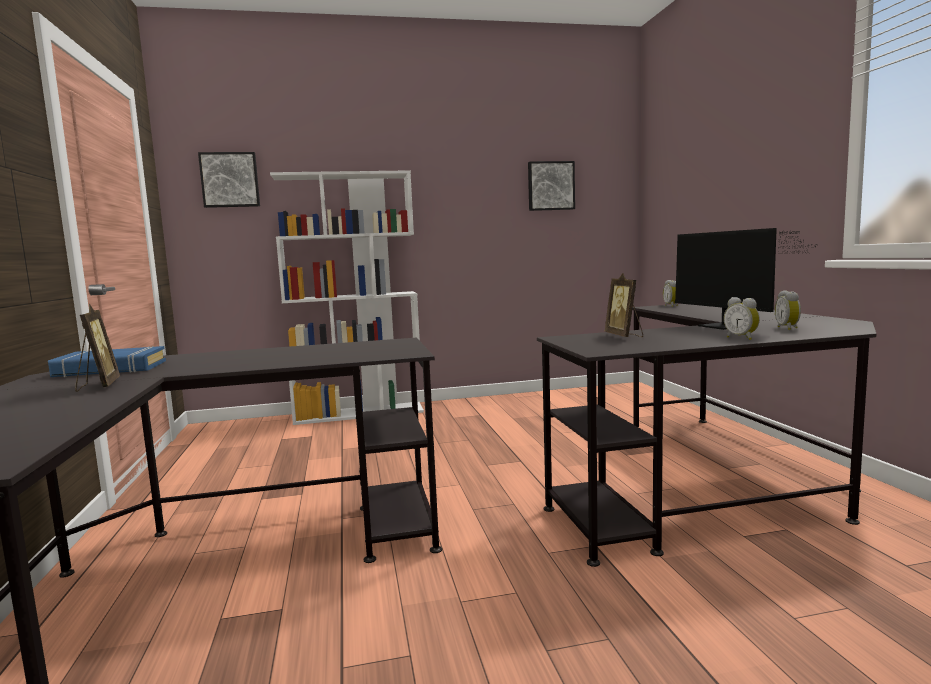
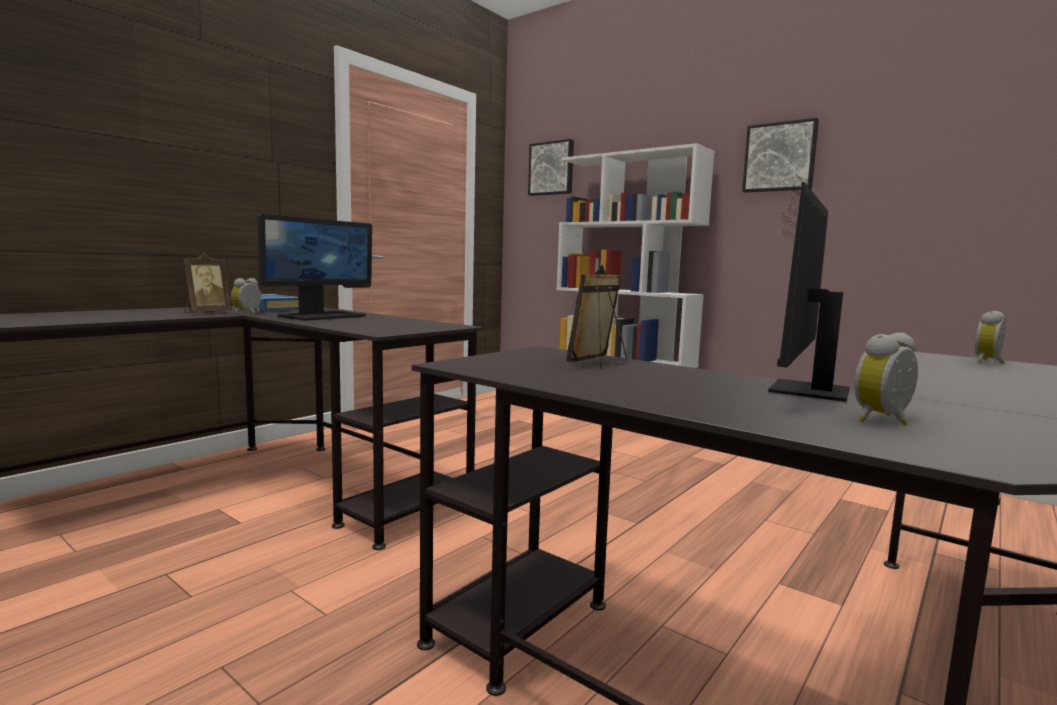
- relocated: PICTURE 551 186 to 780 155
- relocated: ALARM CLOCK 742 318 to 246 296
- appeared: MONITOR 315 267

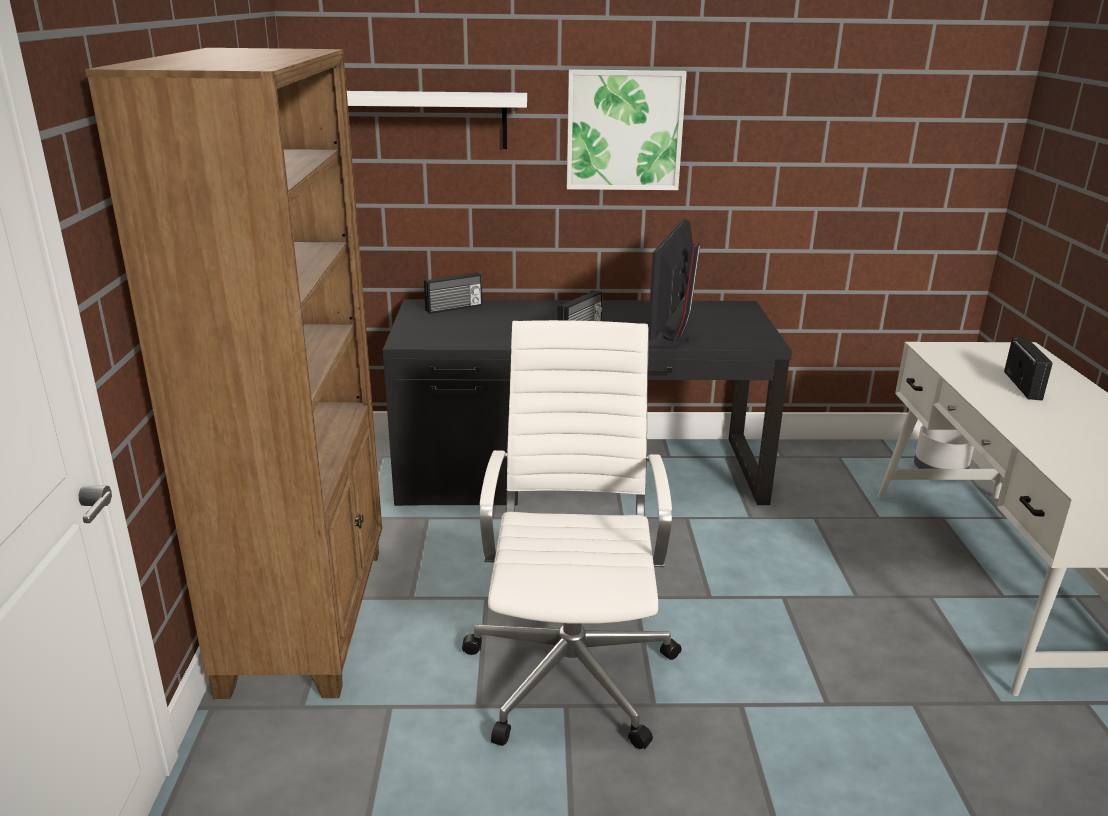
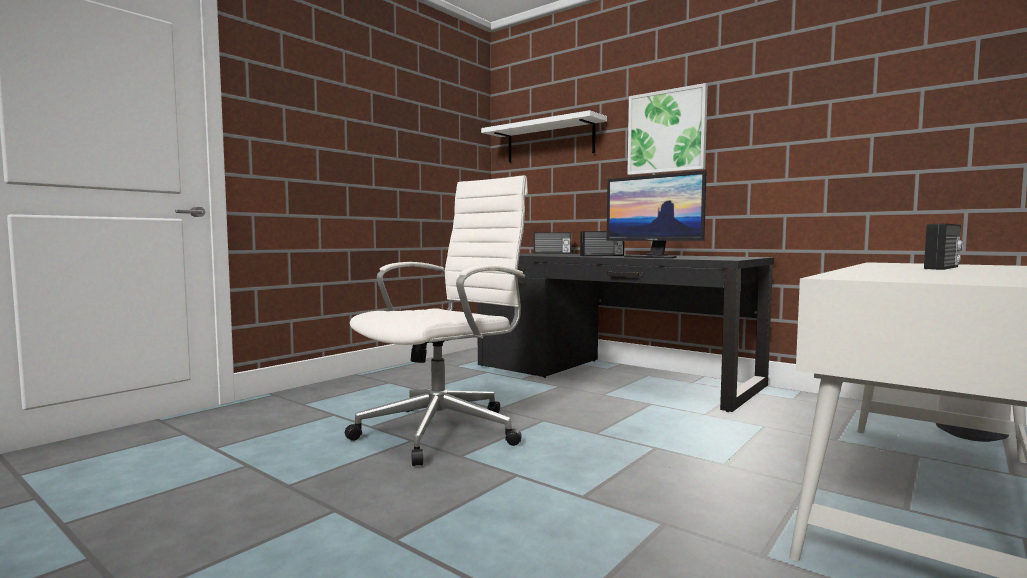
- missing: BROWN BOOKCASE 233 373
- spun: MONITOR 674 284 = 657 215 105 degrees counterclockwise

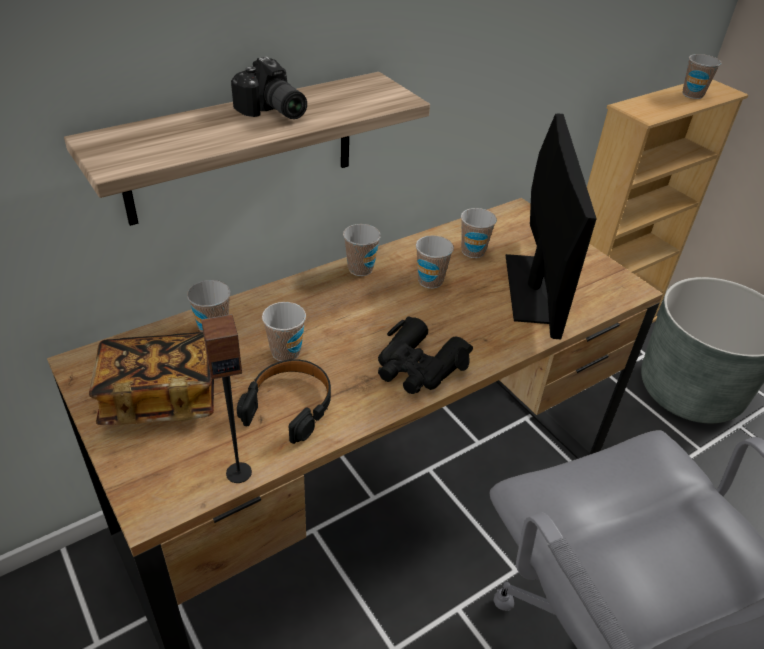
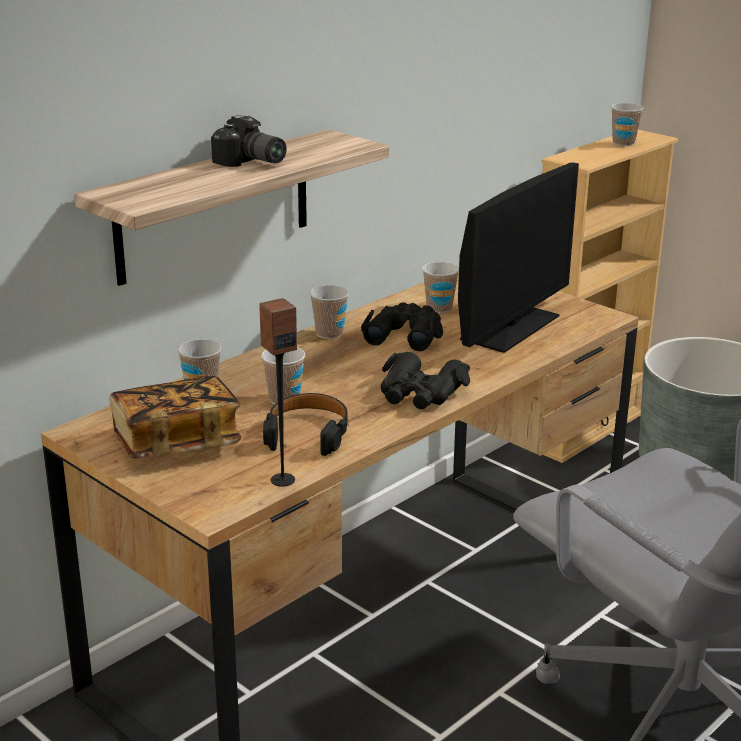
- spun: MONITOR 551 226 = 518 257 45 degrees clockwise
- exchanged: CUP 435 262 to BLACK BINOCULARS 402 326

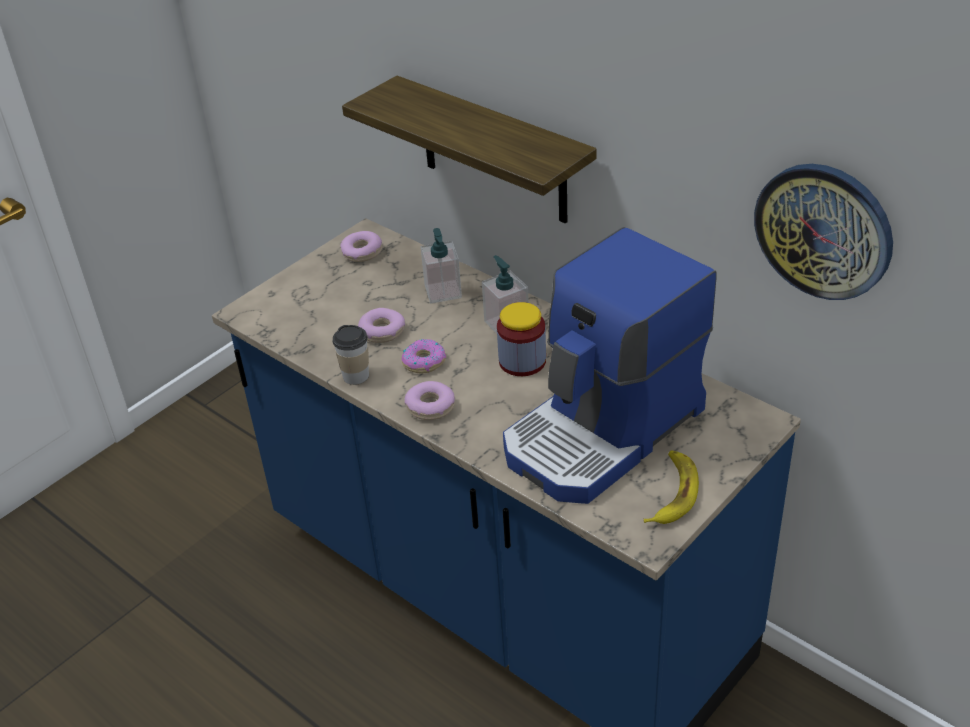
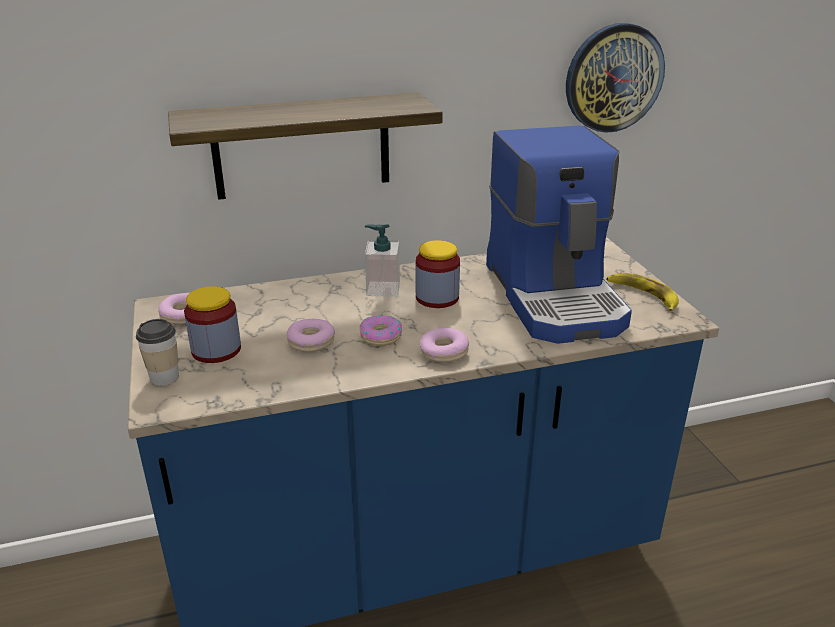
- missing: SOAP DISPENSER 441 265
- relocated: CUP 351 355 to 157 352
- appeared: JAR 212 324

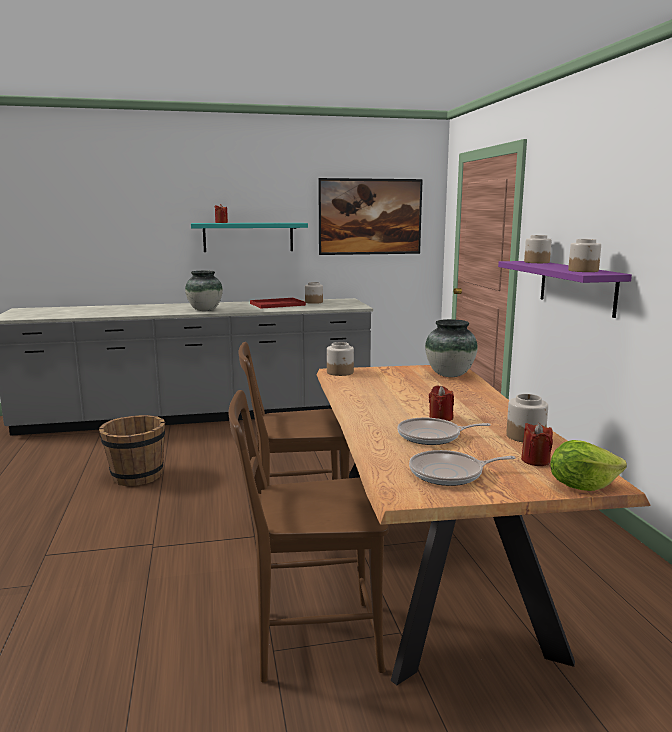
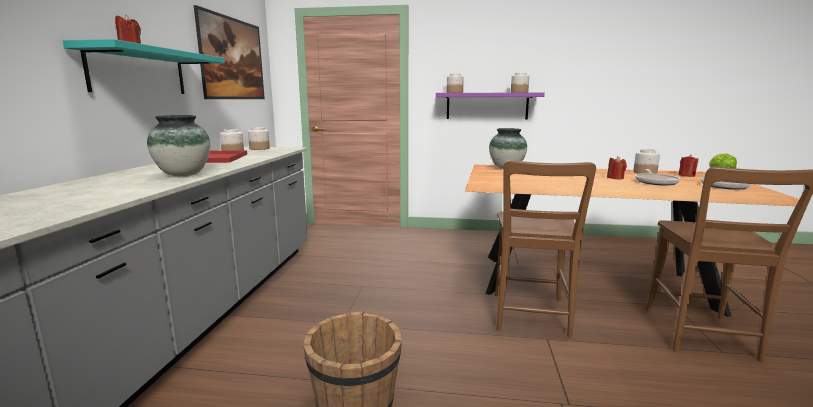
- relocated: JAR 340 359 to 259 138

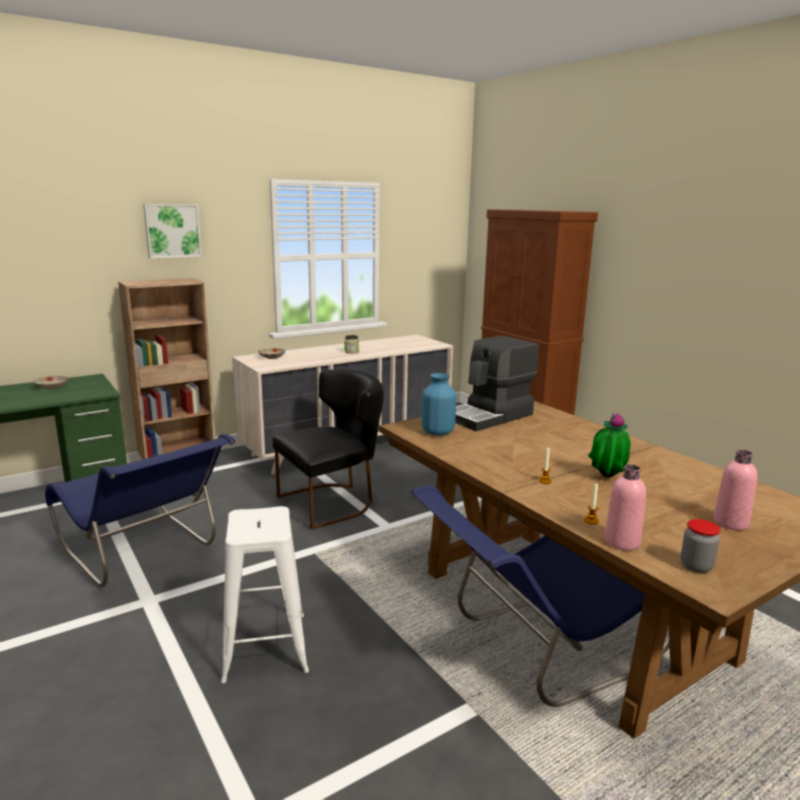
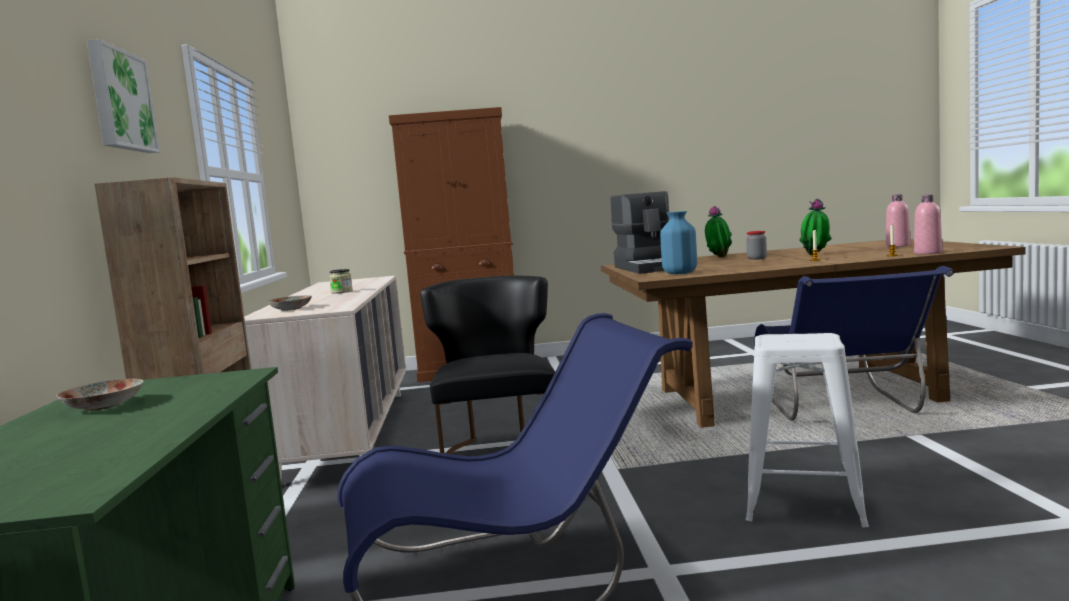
- relocated: JAR 700 546 to 756 245
- appeared: POTTED PLANT 718 231

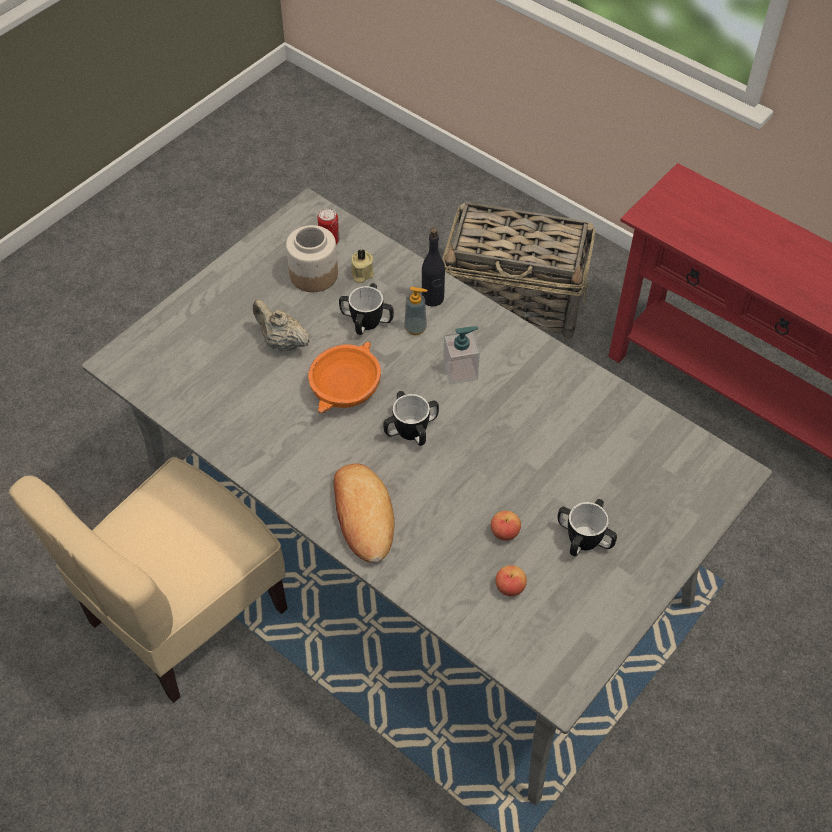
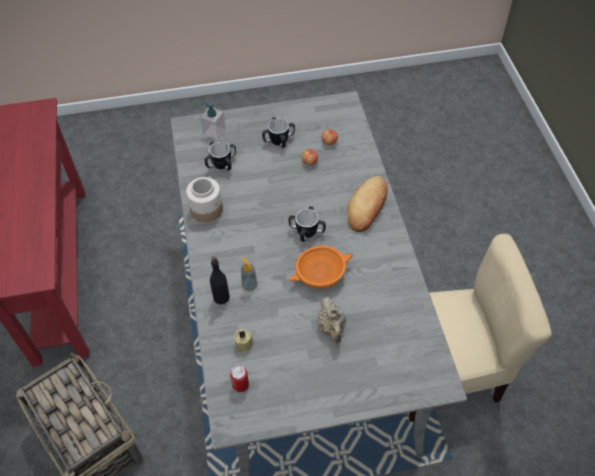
- relocated: JAR 312 258 to 204 199
- relocated: MUG 366 309 to 220 156
- relocated: SOAP DISPENSER 461 355 to 213 120

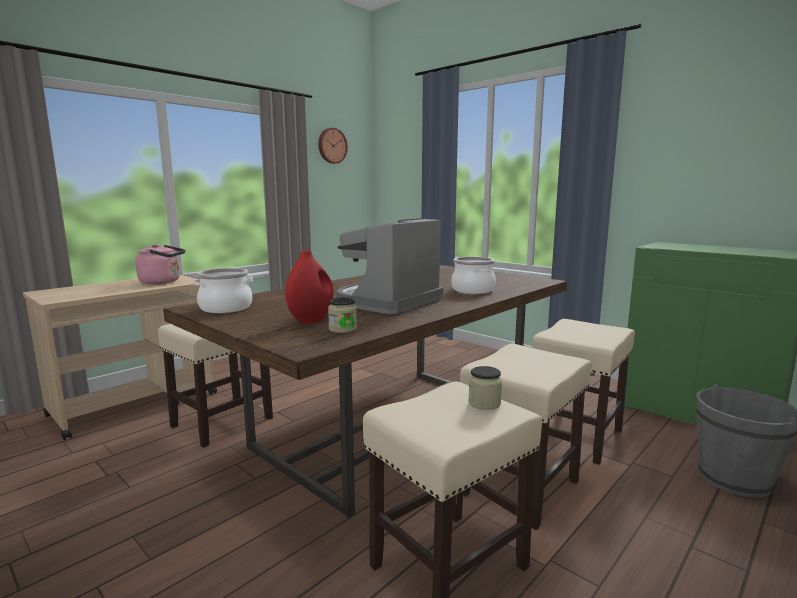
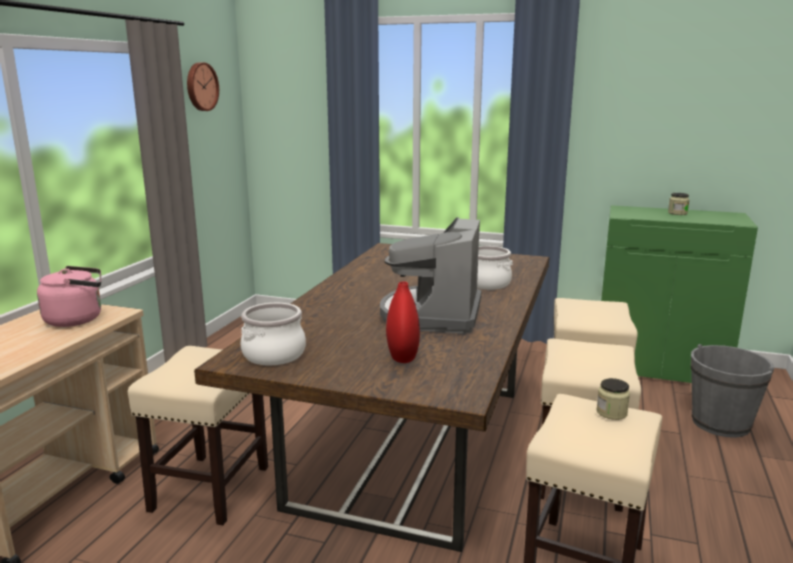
- relocated: JAR 342 315 to 679 204

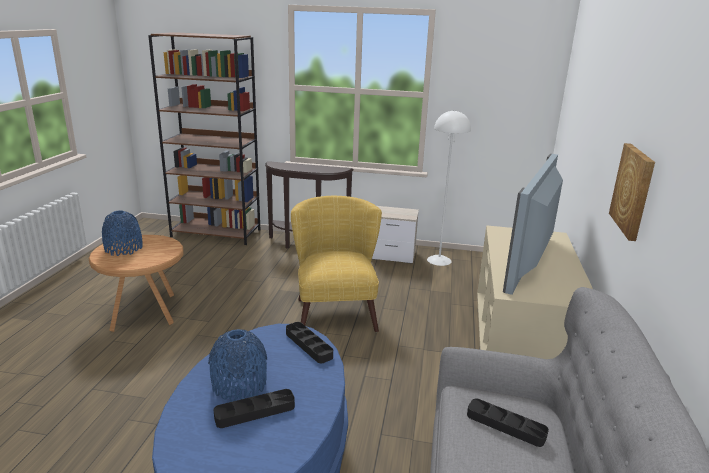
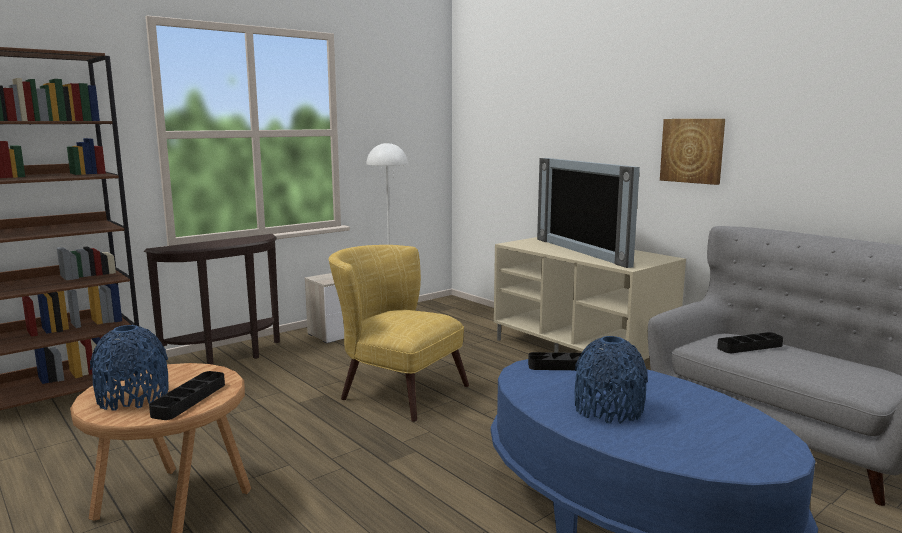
- relocated: BLACK TRAY 254 408 to 187 395

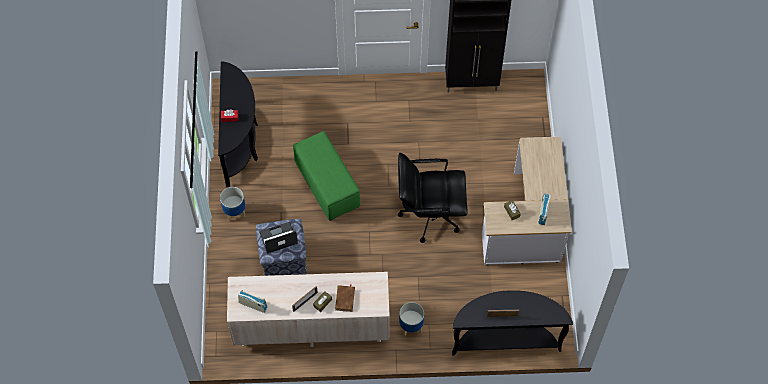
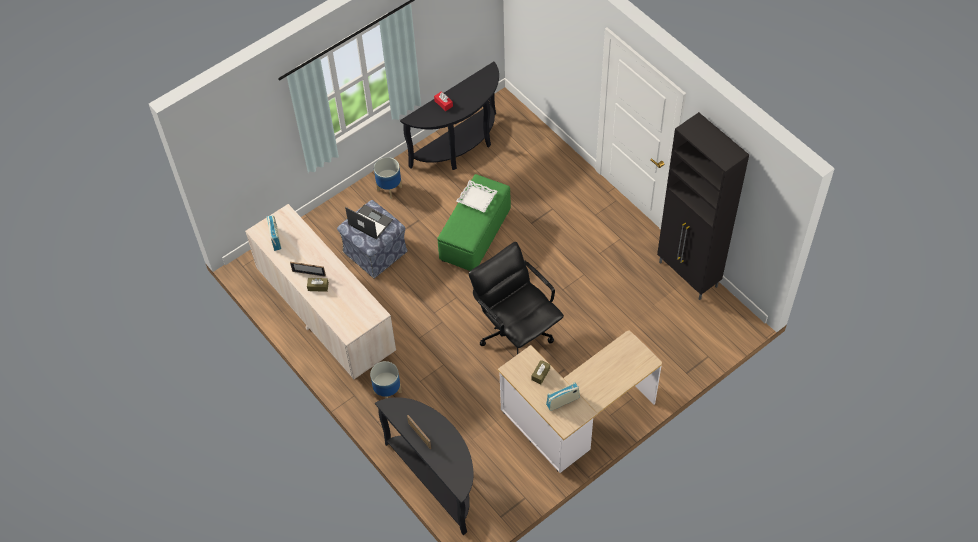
- missing: BROWN BOOK 345 298
- appeared: WHITE TRAY 477 196

